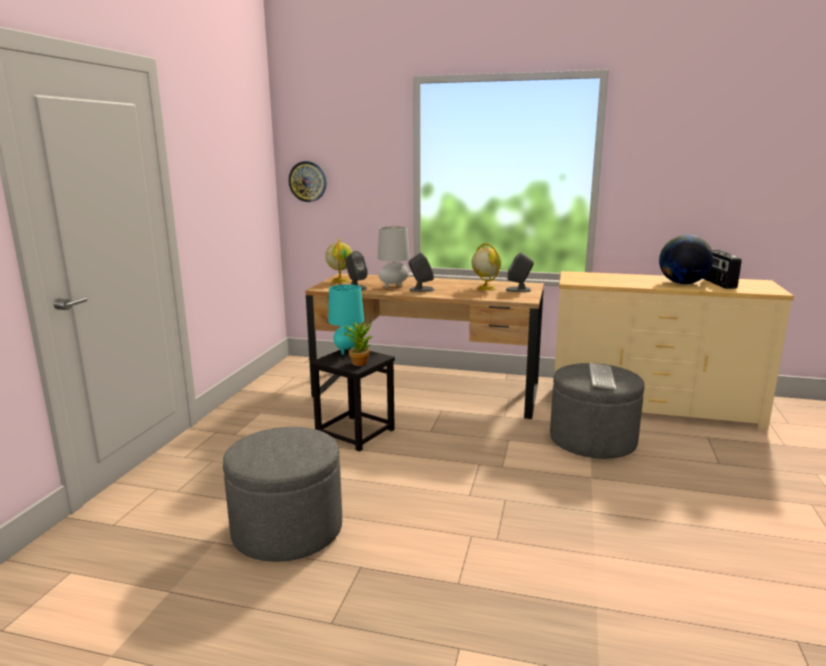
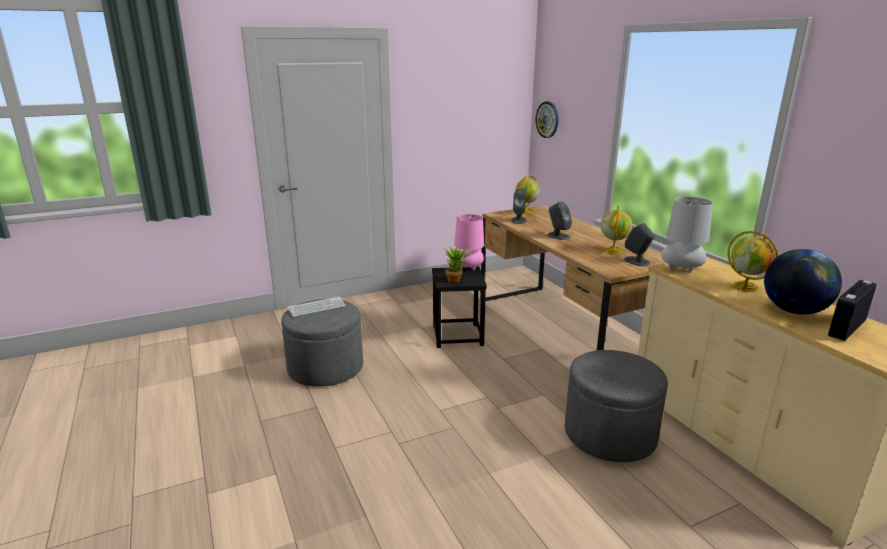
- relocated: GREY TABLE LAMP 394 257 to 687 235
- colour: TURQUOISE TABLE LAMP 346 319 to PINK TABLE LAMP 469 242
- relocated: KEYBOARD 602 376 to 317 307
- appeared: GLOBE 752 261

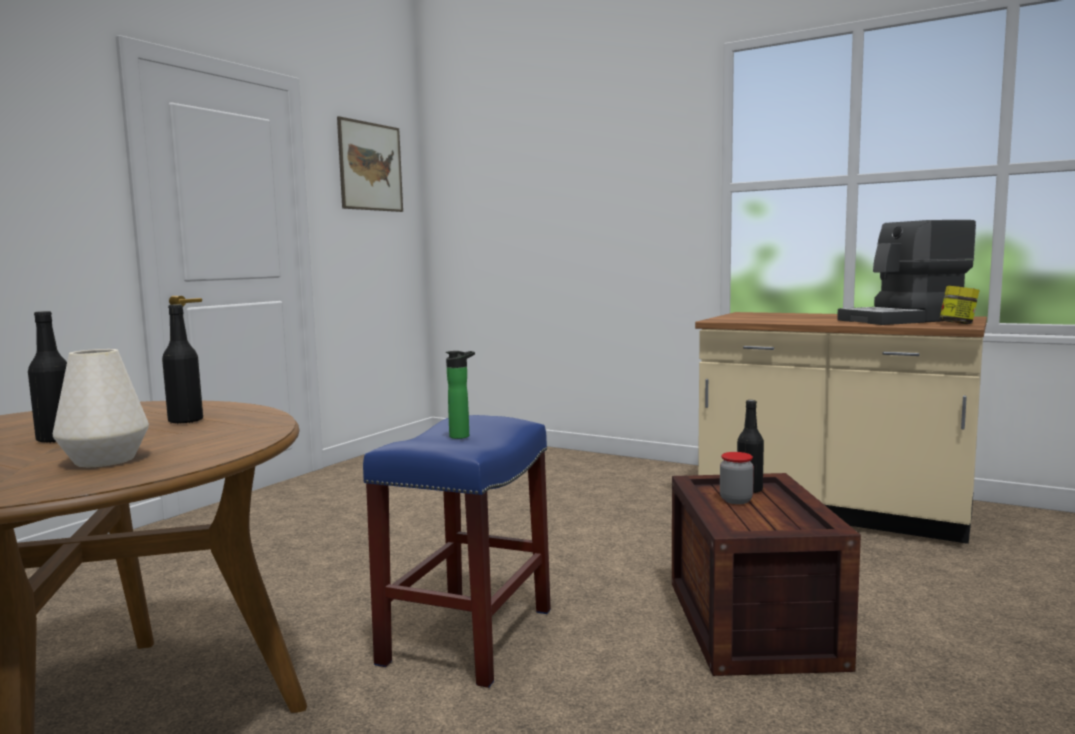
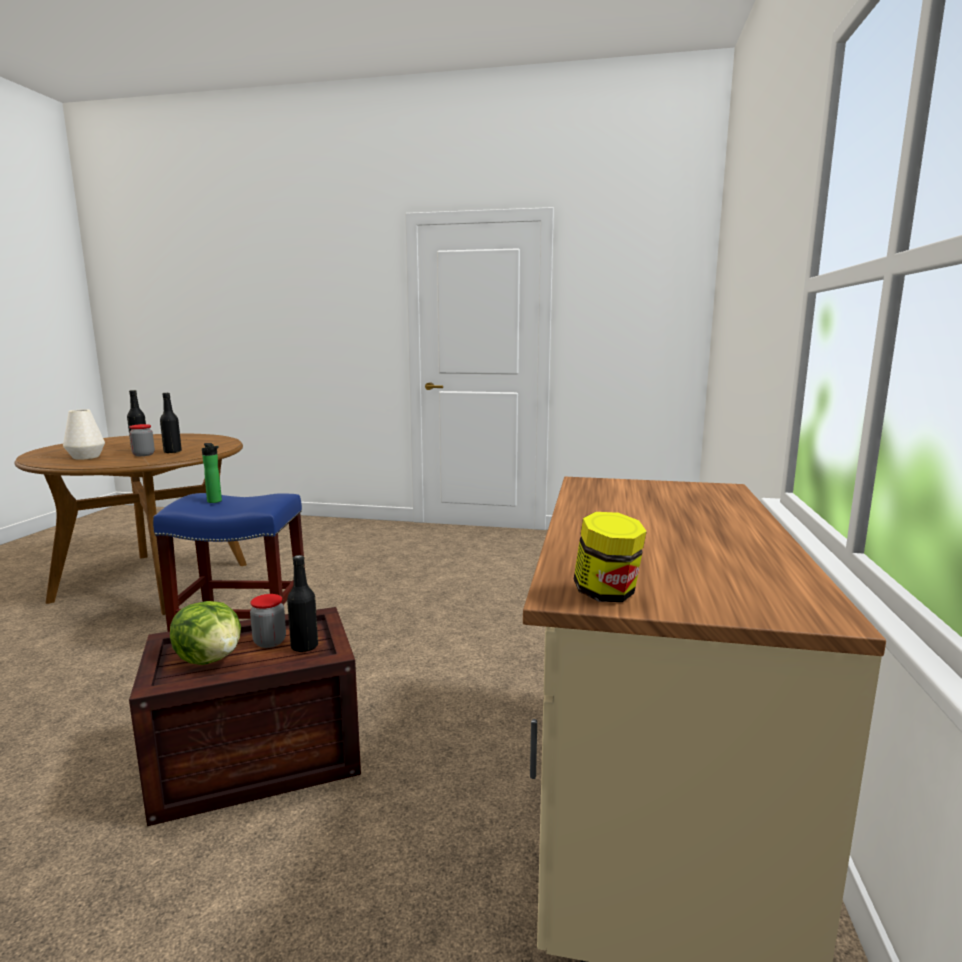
- missing: PICTURE 370 164
- missing: COFFEE MACHINE 906 272
- appeared: JAR 142 440
- appeared: LETTUCE 205 633

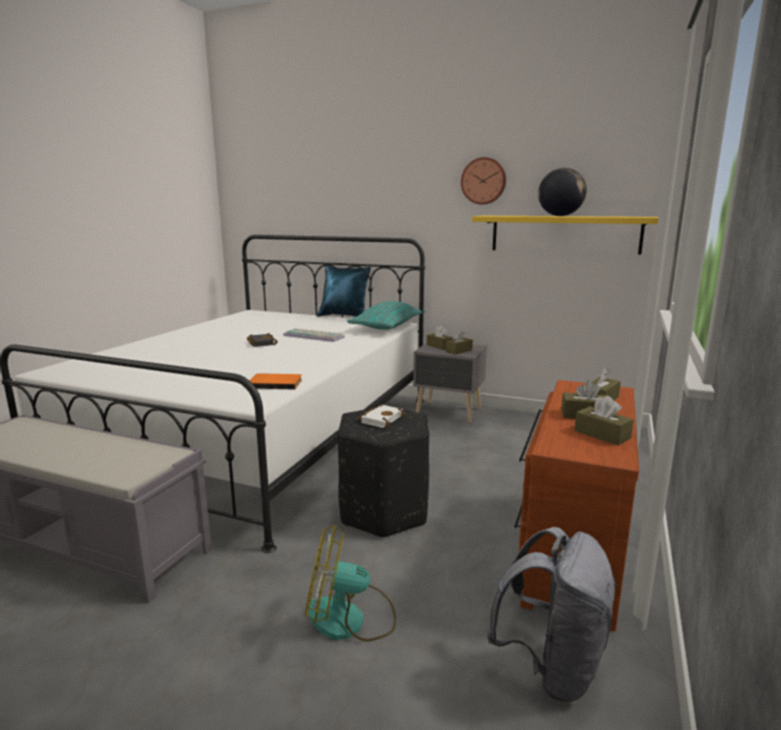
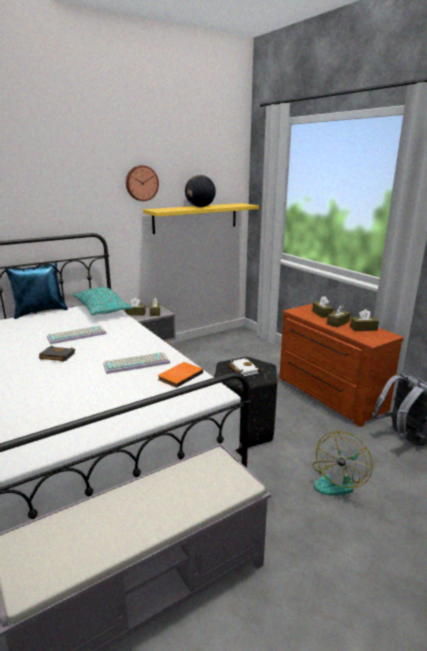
- appeared: KEYBOARD 136 363

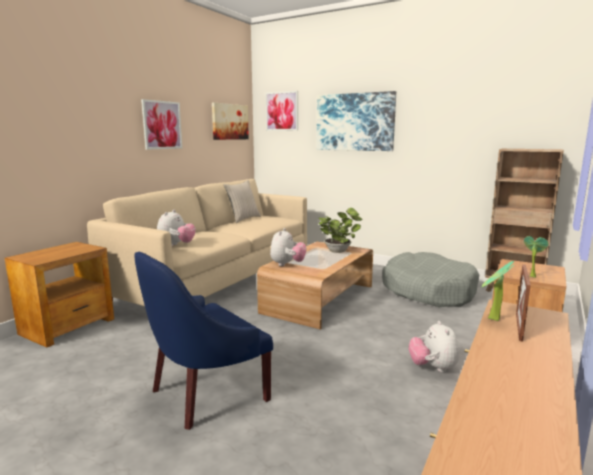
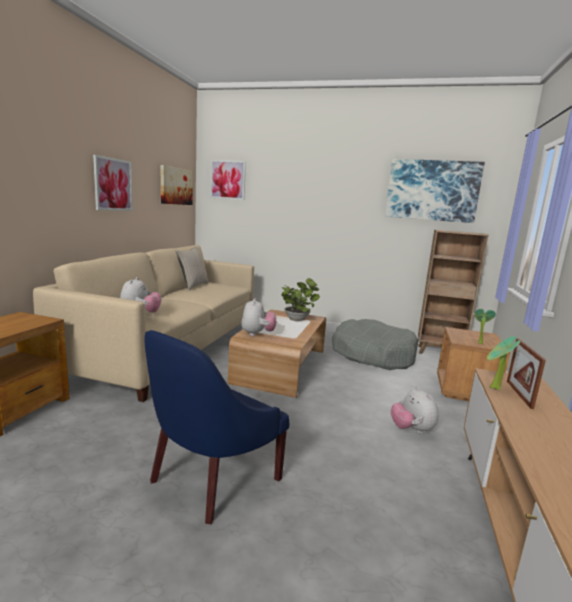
- relocated: PICTURE 356 121 to 435 191

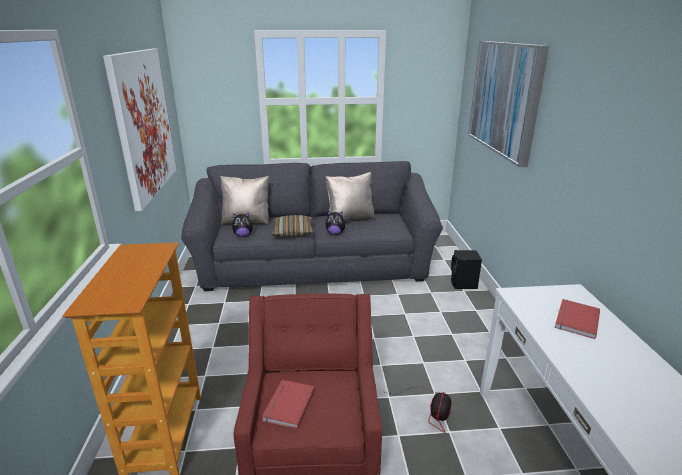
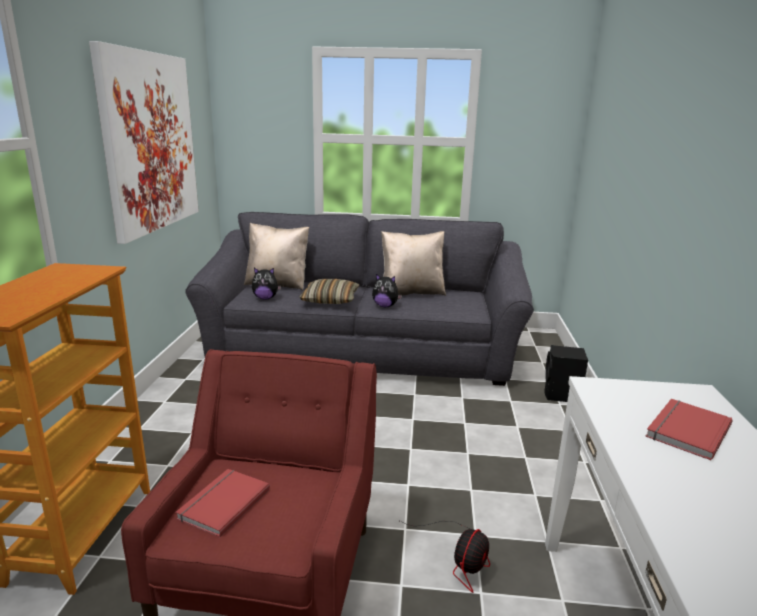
- missing: PICTURE 508 104

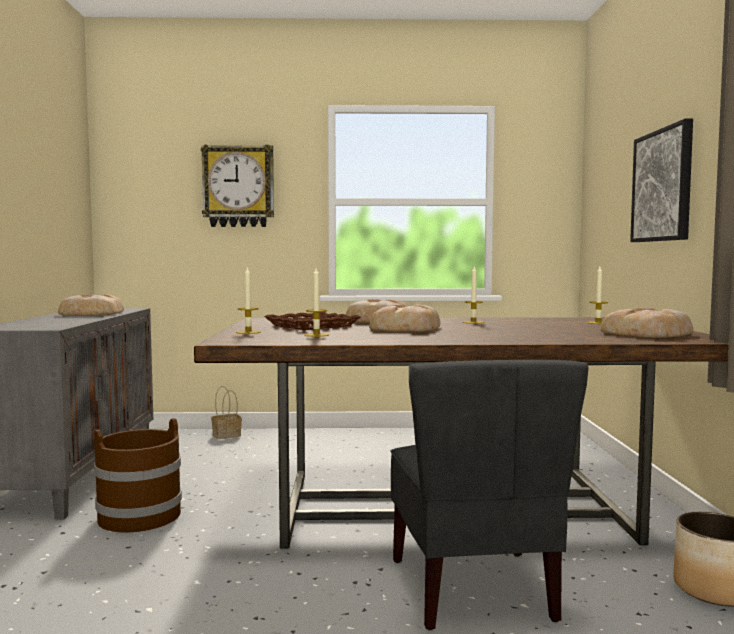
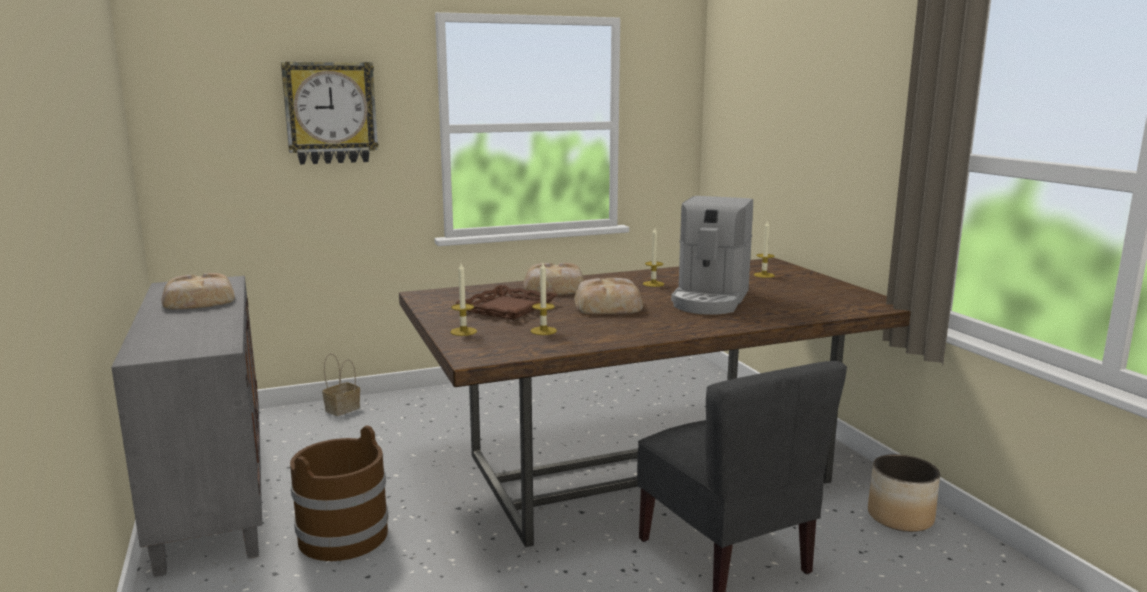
- missing: PICTURE 661 180
- missing: BREAD 647 323
- appeared: COFFEE MACHINE 712 255

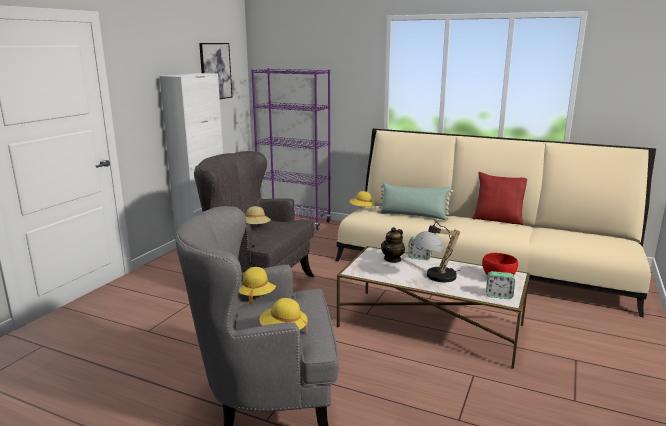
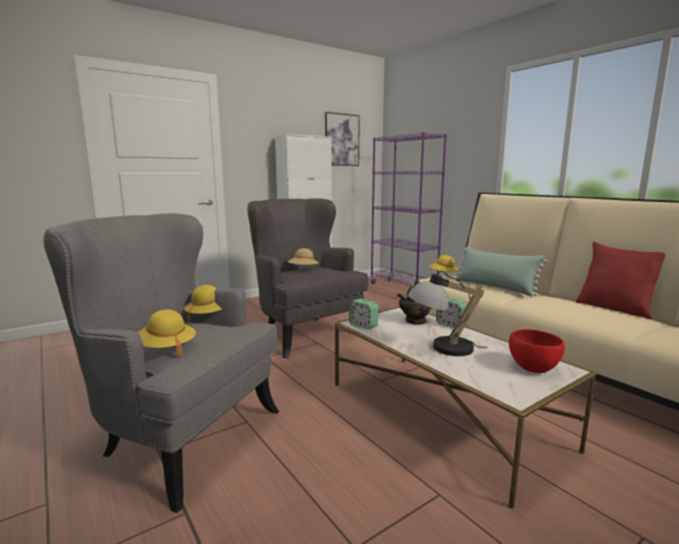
- relocated: ALARM CLOCK 500 285 to 364 314

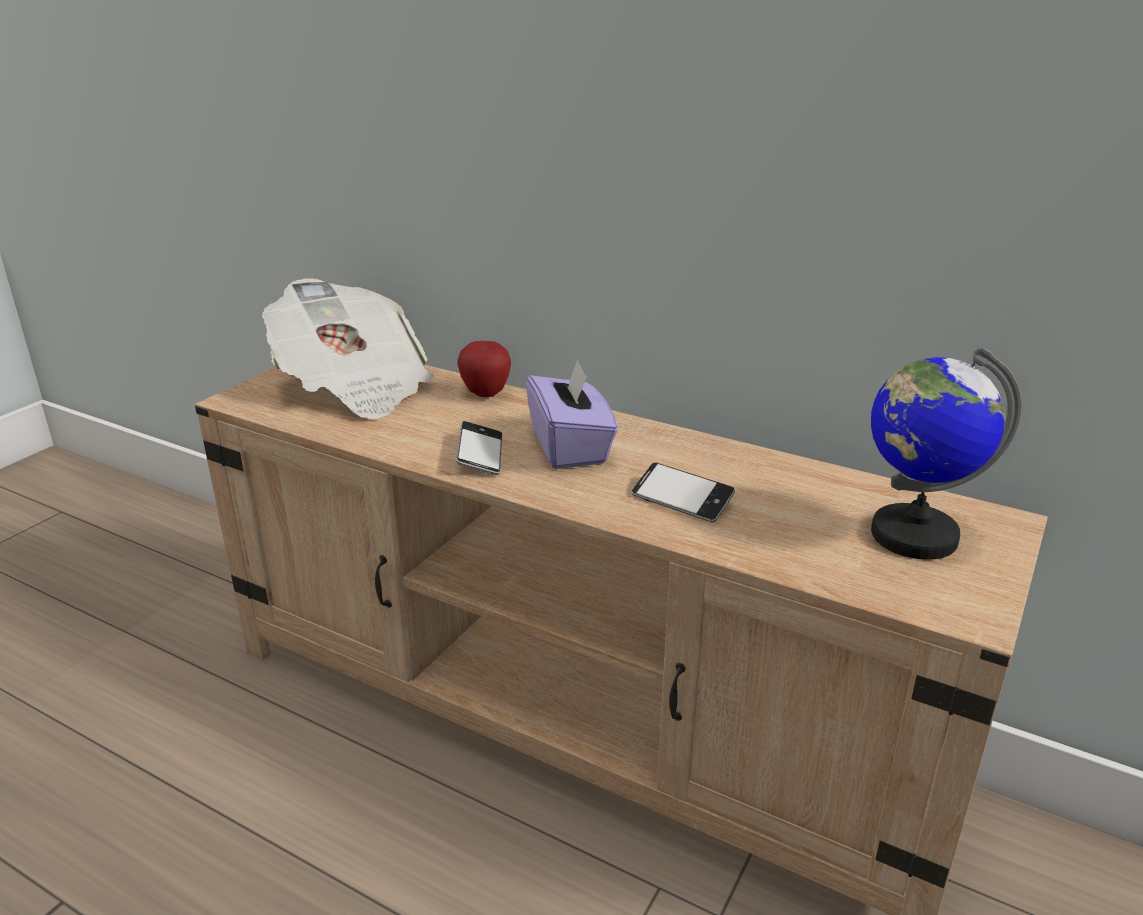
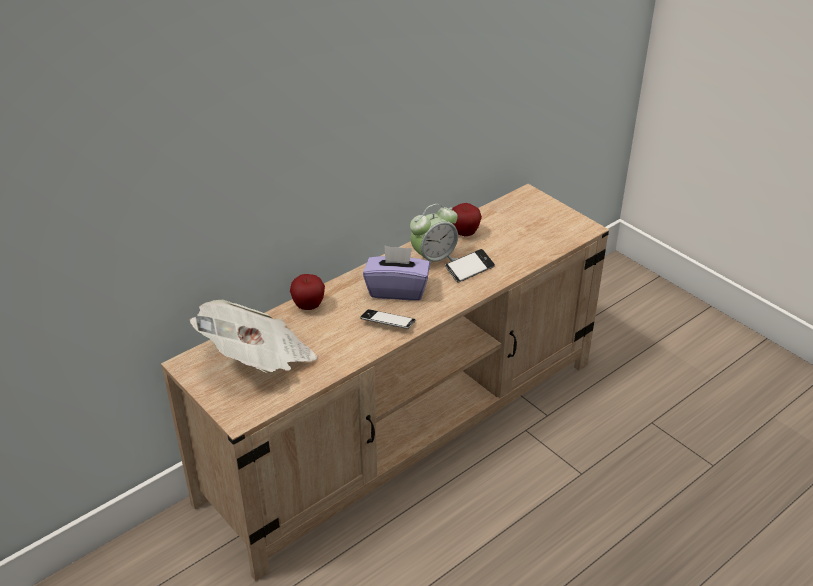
- missing: GLOBE 946 453
- appeared: APPLE 467 219
- appeared: ALARM CLOCK 434 236

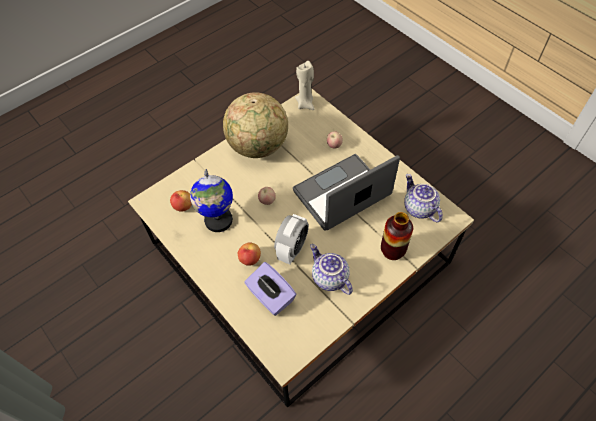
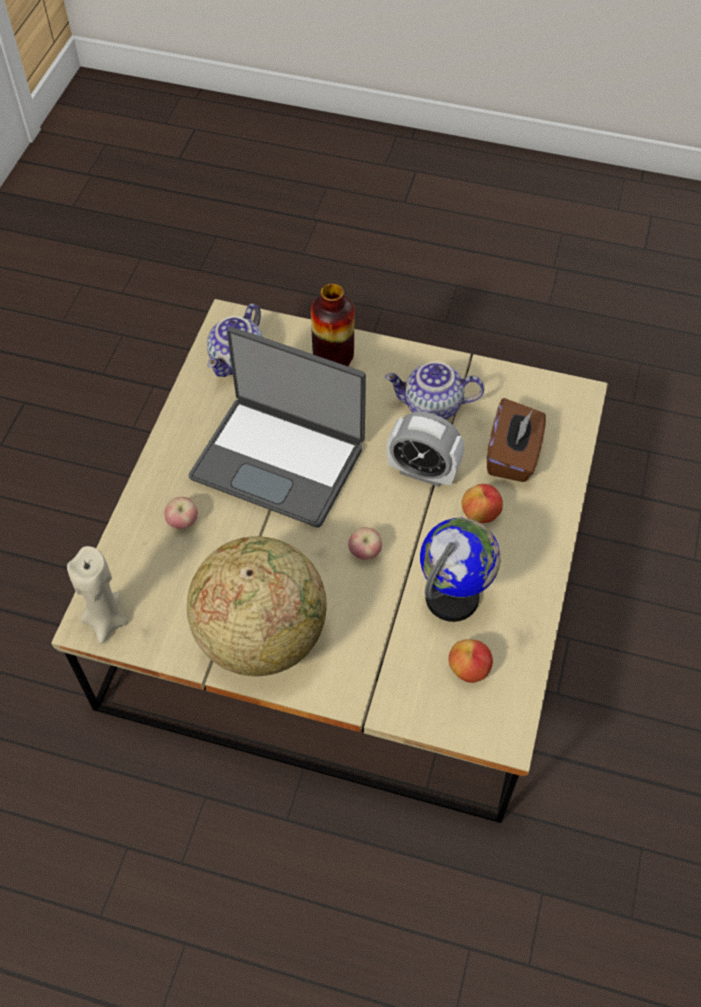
- spun: ALARM CLOCK 291 239 = 425 449 150 degrees counterclockwise
- spun: TEAPOT 331 269 = 434 391 75 degrees clockwise
- colour: PURPLE TISSUE BOX 270 289 to BROWN TISSUE BOX 516 440

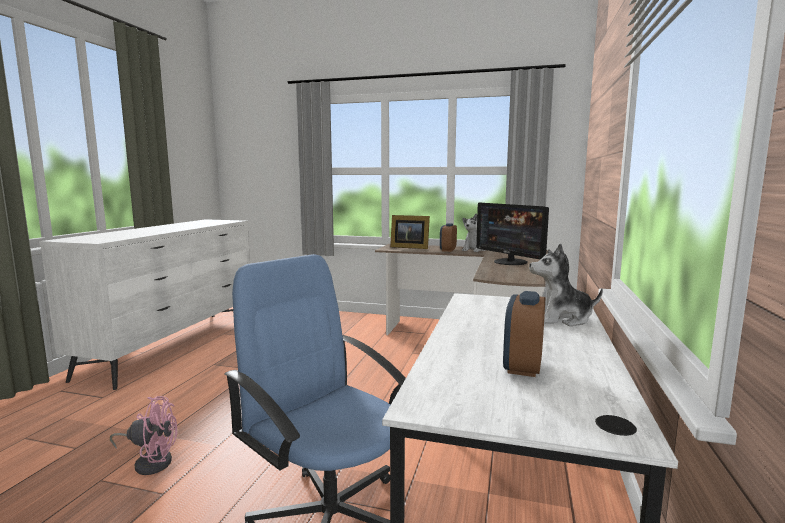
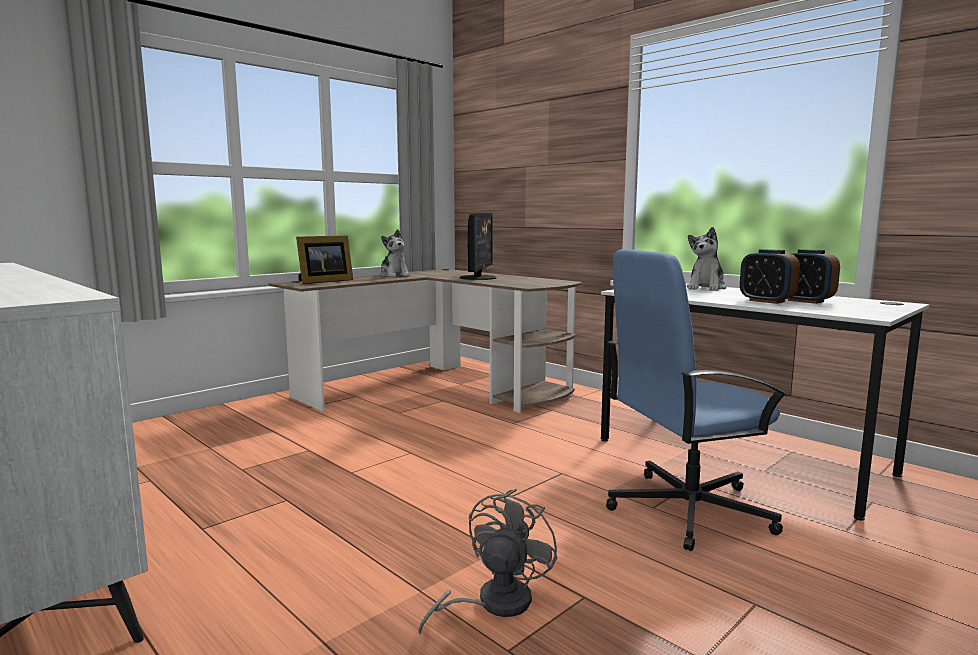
- spun: MONITOR 512 234 = 478 246 75 degrees counterclockwise
- relocated: ALARM CLOCK 448 237 to 770 276
- colour: PINK FAN 143 435 to GREY FAN 488 562

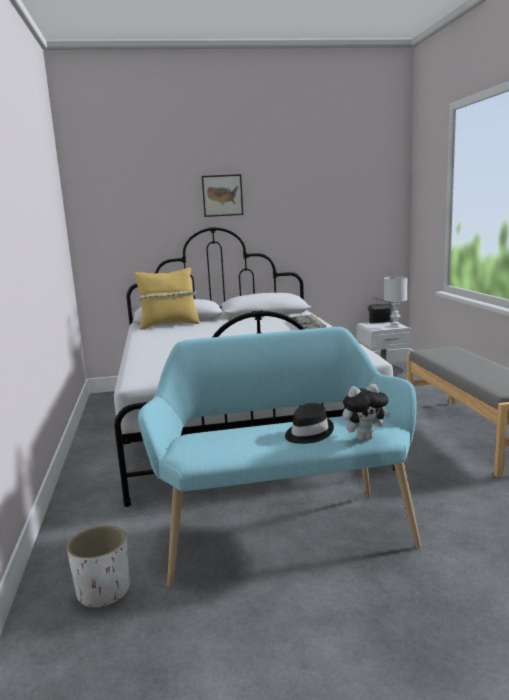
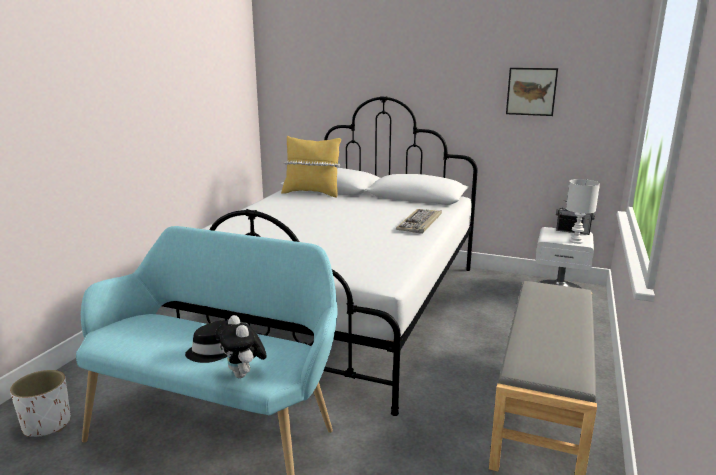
- relocated: PICTURE 222 195 to 532 92
- spun: PLUSH TOY 366 412 = 241 346 45 degrees clockwise

